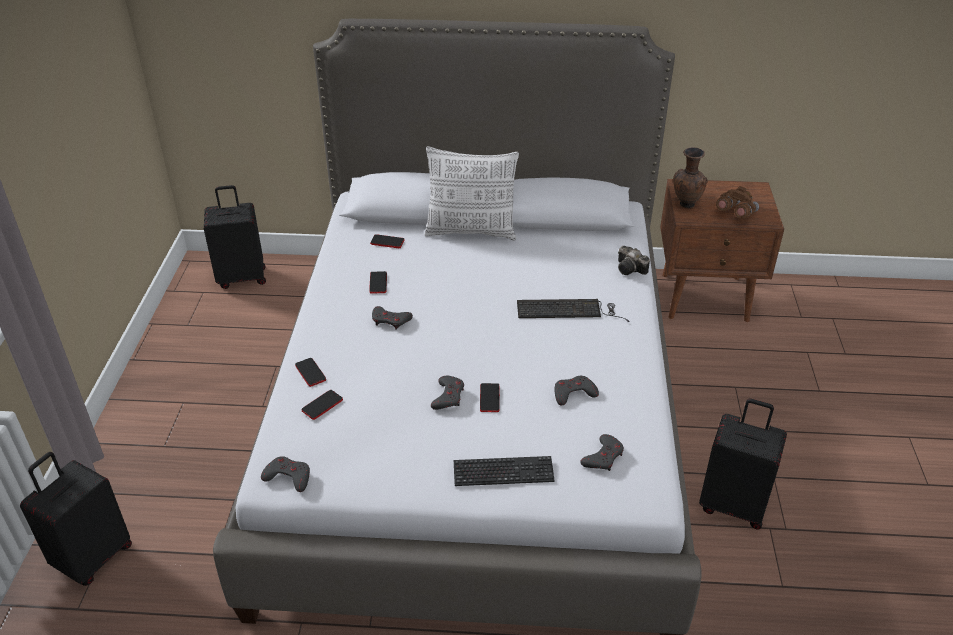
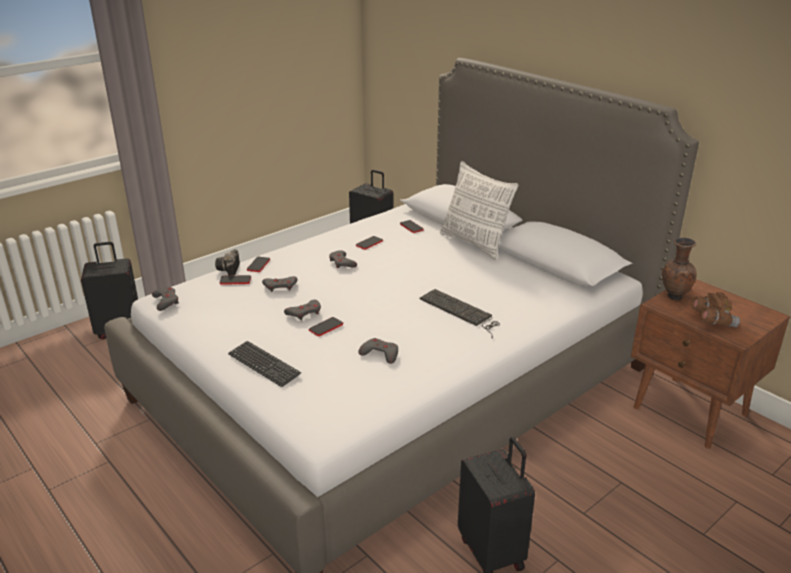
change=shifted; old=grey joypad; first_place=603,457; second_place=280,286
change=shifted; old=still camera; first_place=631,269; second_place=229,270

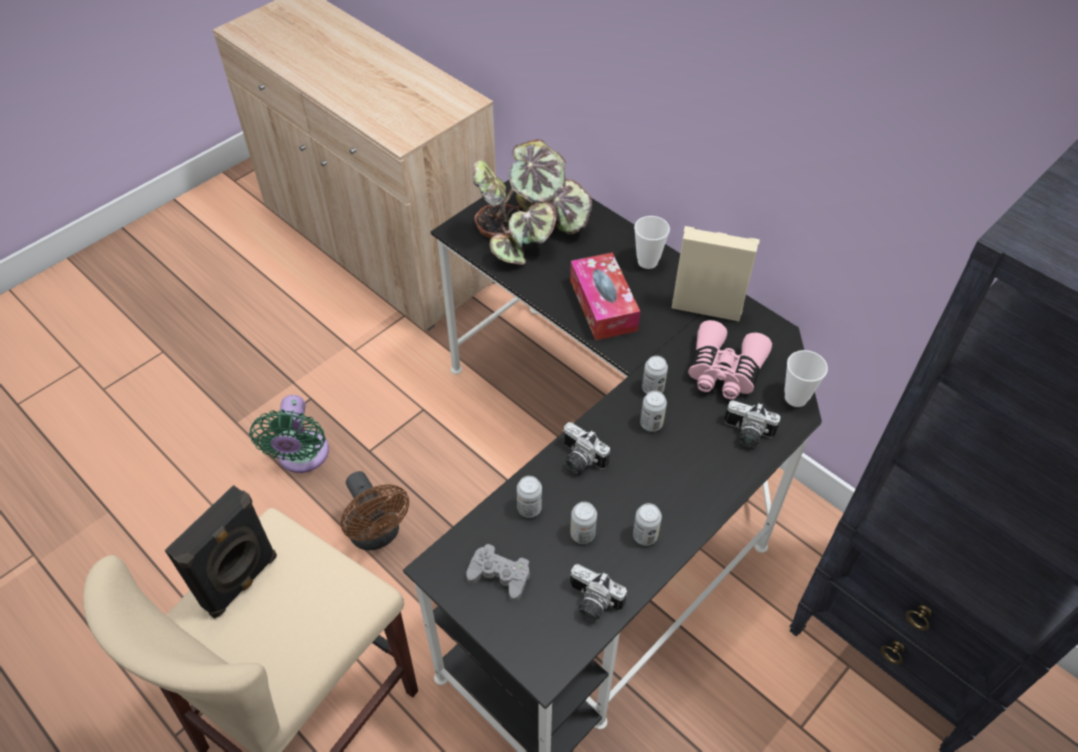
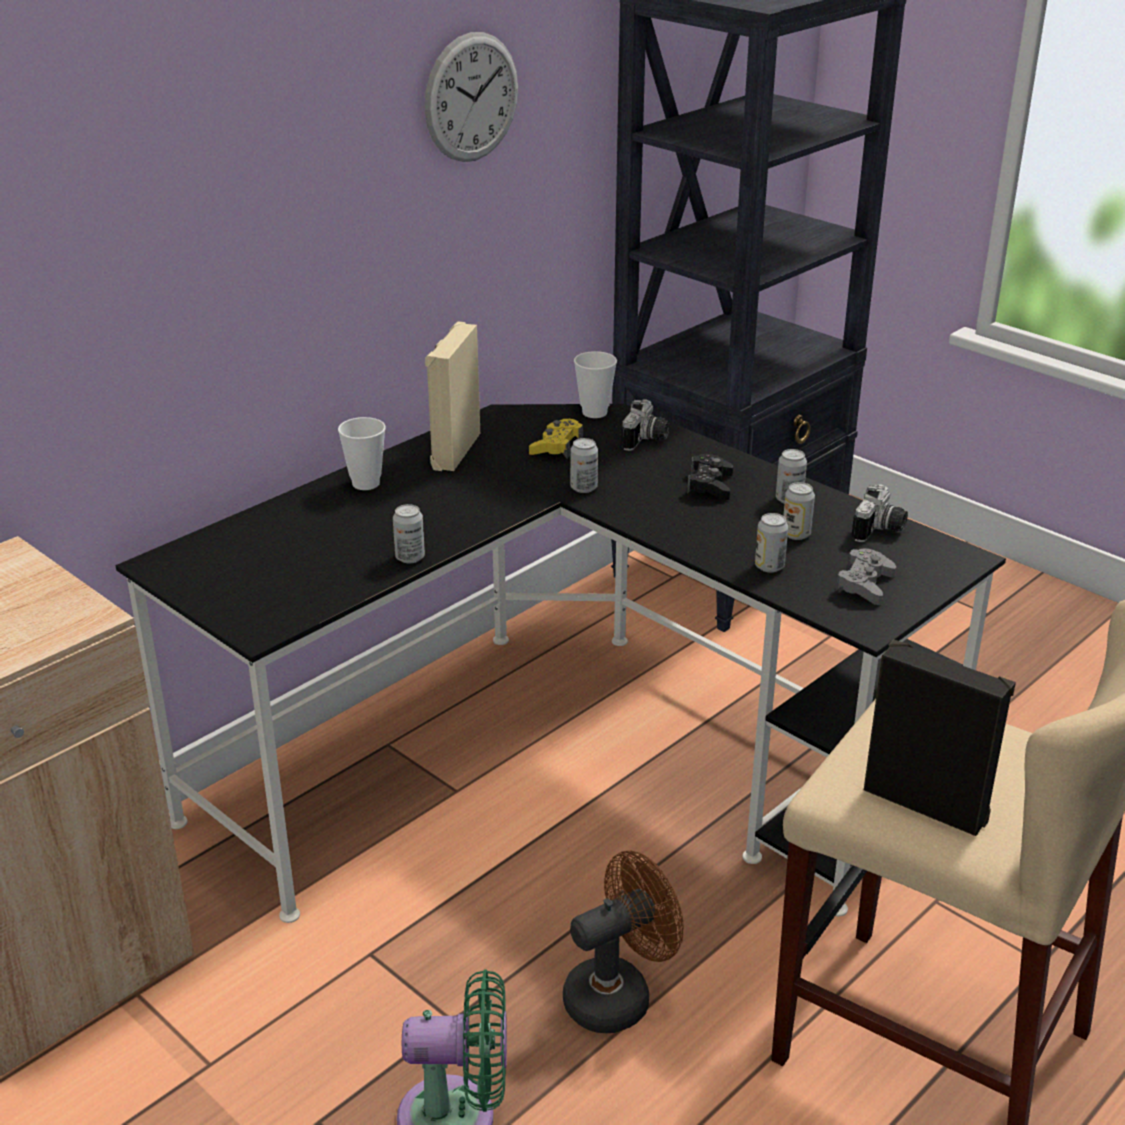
change=gone; old=plant in a pot; first_place=528,232
change=gone; old=still camera; first_place=579,460
change=gone; old=tissue holder; first_place=603,305
change=new; new=wall clock; second_place=472,97
change=new; new=blackish joypad; second_place=710,485
change=shifted; old=can; first_place=651,423; second_place=410,557
change=swapped; old=pink binoculars; new=yellow-coloured joypad; first_place=724,371; second_place=556,446

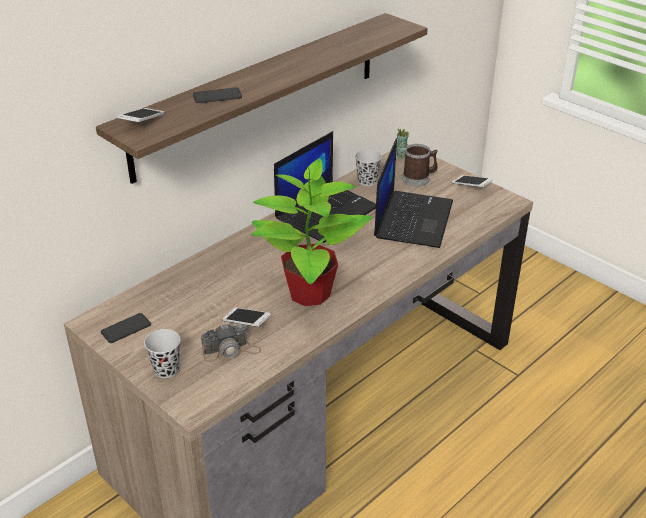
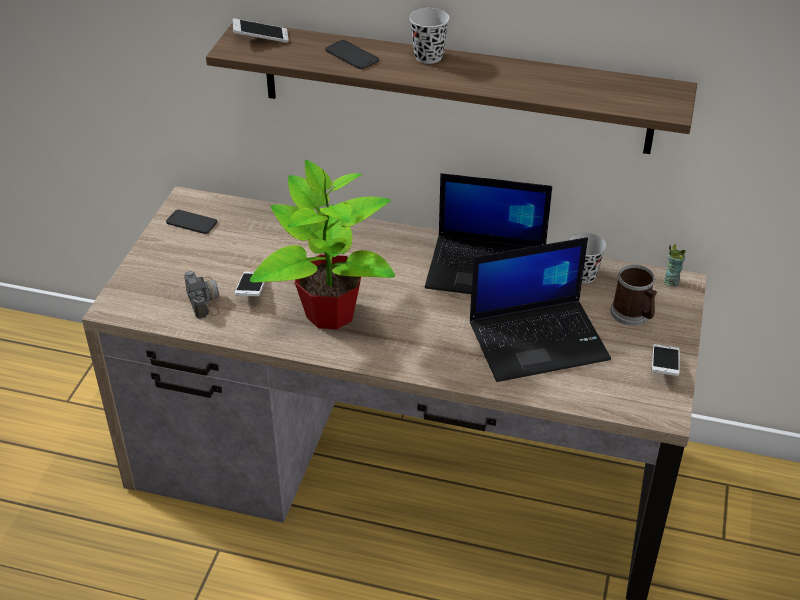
change=shifted; old=blackish cup; first_place=166,369; second_place=428,56
change=rotated; old=still camera; first_place=231,350; second_place=204,297; degrees=-150

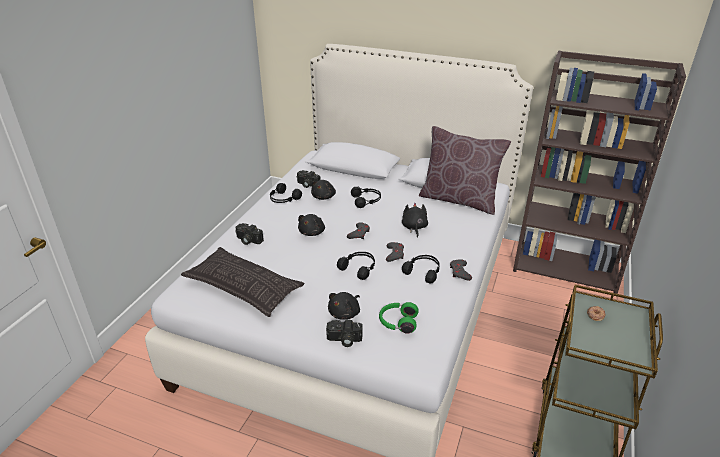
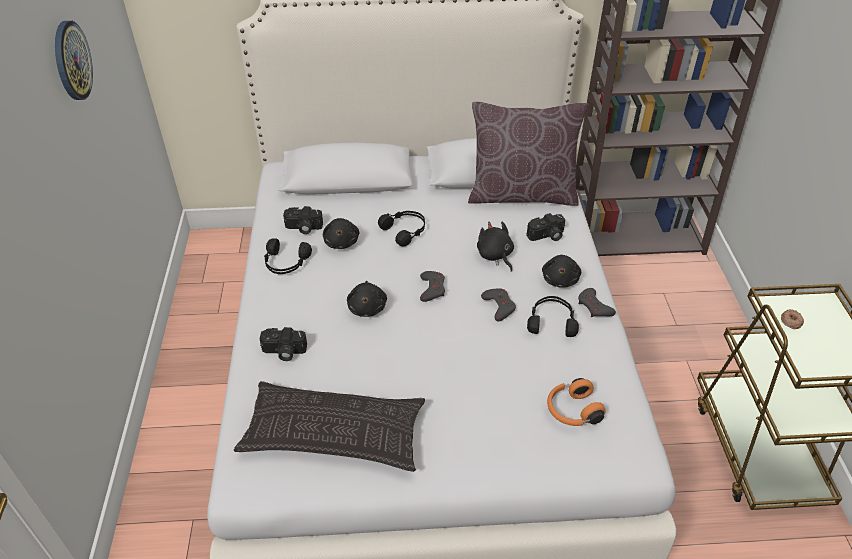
change=gone; old=blackish headset; first_place=359,268
change=new; new=wall clock; second_place=71,60
change=shifted; old=still camera; first_place=344,340; second_place=546,236
change=shifted; old=blackish cuddly toy; first_place=345,313; second_place=560,279
change=repainted; old=greenish headset; new=orange-coloured headset; first_place=397,323; second_place=572,411

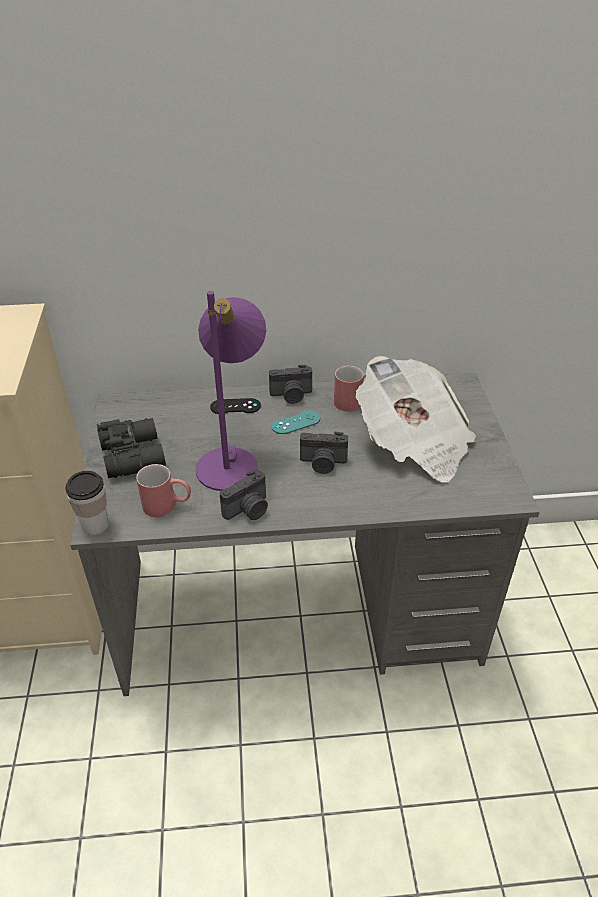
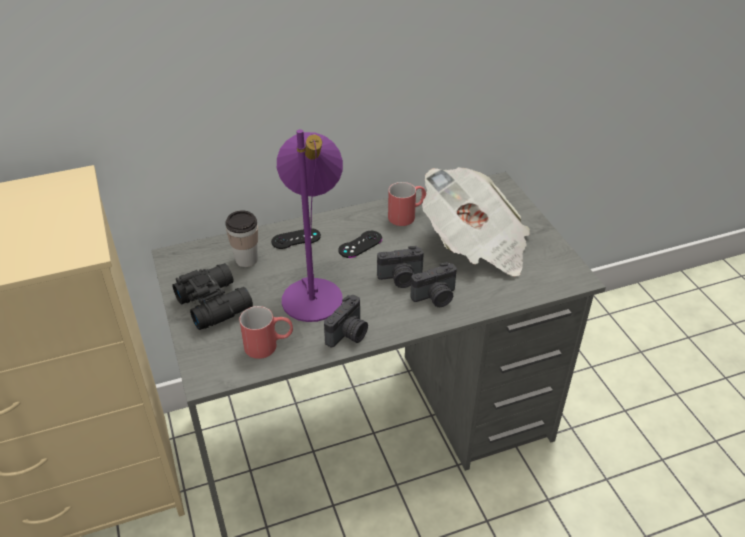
change=shifted; old=cup; first_place=95,525; second_place=246,259
change=shifted; old=still camera; first_place=291,395; second_place=435,297
change=repainted; old=blue-green joypad; new=blackish joypad; first_place=296,422; second_place=360,244

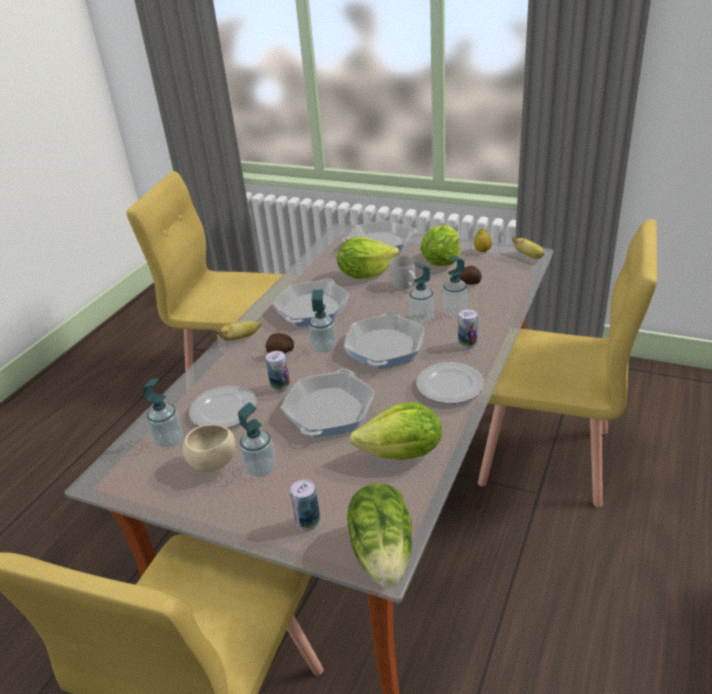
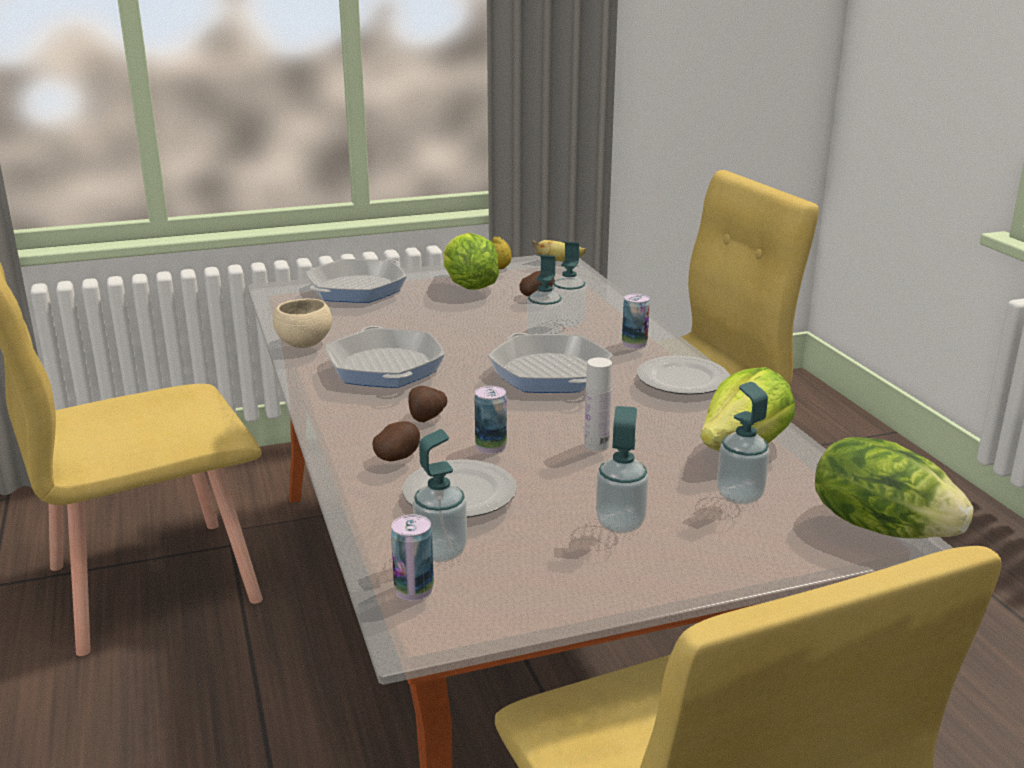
change=gone; old=banana fruit; first_place=241,338
change=gone; old=lettuce; first_place=365,274
change=gone; old=white mug; first_place=406,286
change=new; new=potato; second_place=398,457
change=shifted; old=beige-coloured bowl; first_place=213,463; second_place=305,343
change=shifted; old=can; first_place=308,522; second_place=414,590
change=shifted; old=soap bottle; first_place=324,347; second_place=739,495
change=swapped; old=skillet; new=white drink bottle; first_place=329,411; second_place=596,445

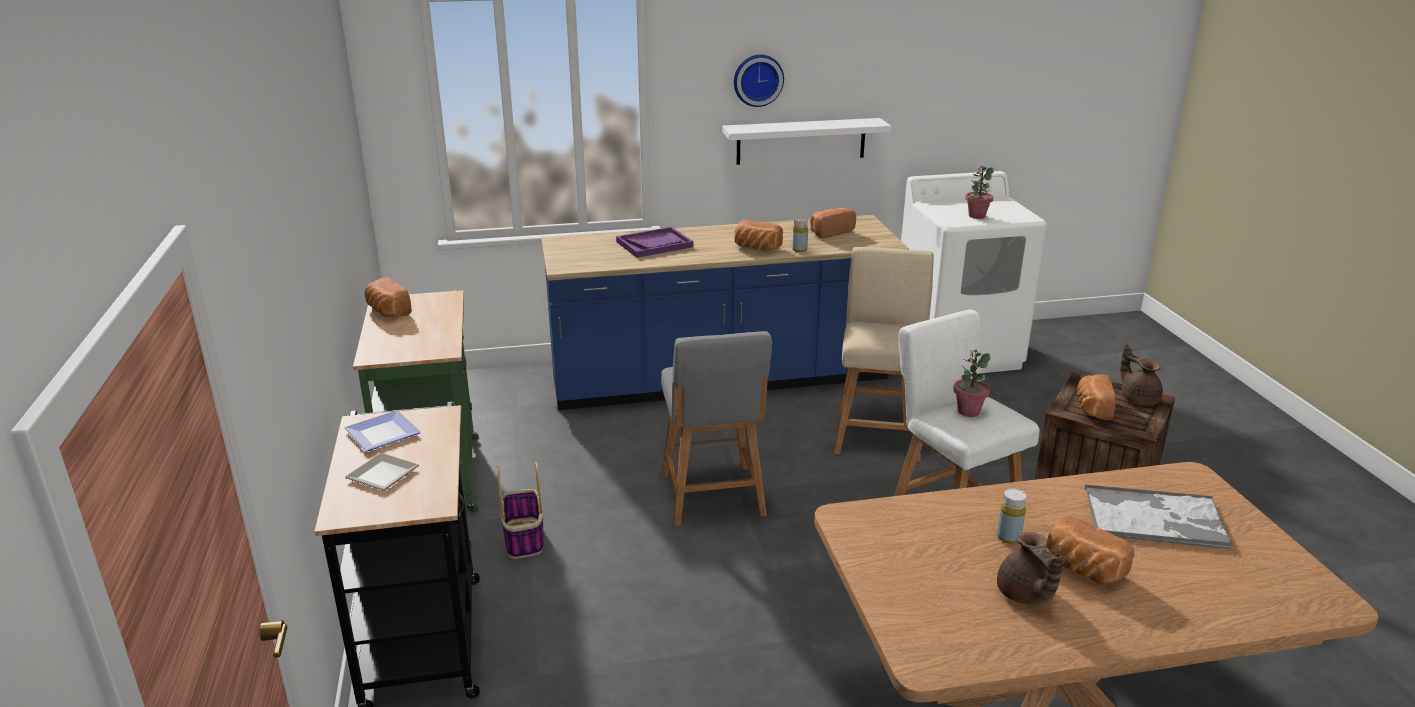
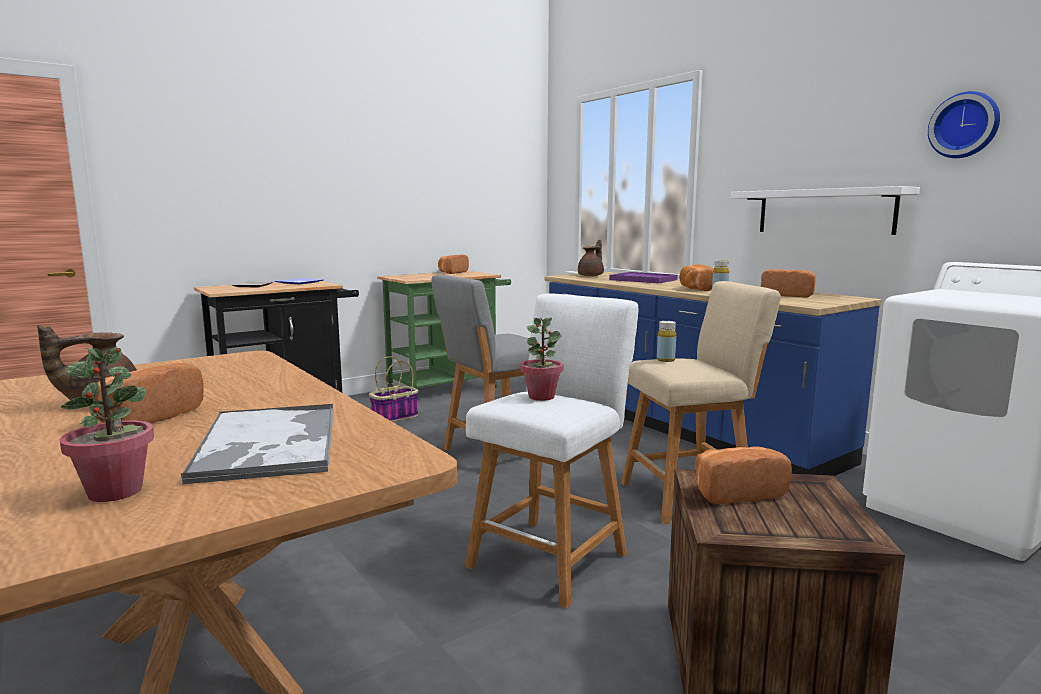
change=shifted; old=wall clock; first_place=757,79; second_place=965,125
change=shifted; old=plant in a pot; first_place=976,216; second_place=116,491
change=shifted; old=yellow-coloured drink bottle; first_place=1008,537; second_place=665,360
change=shifted; old=brown-coloured pot for tea; first_place=1138,398; second_place=591,276

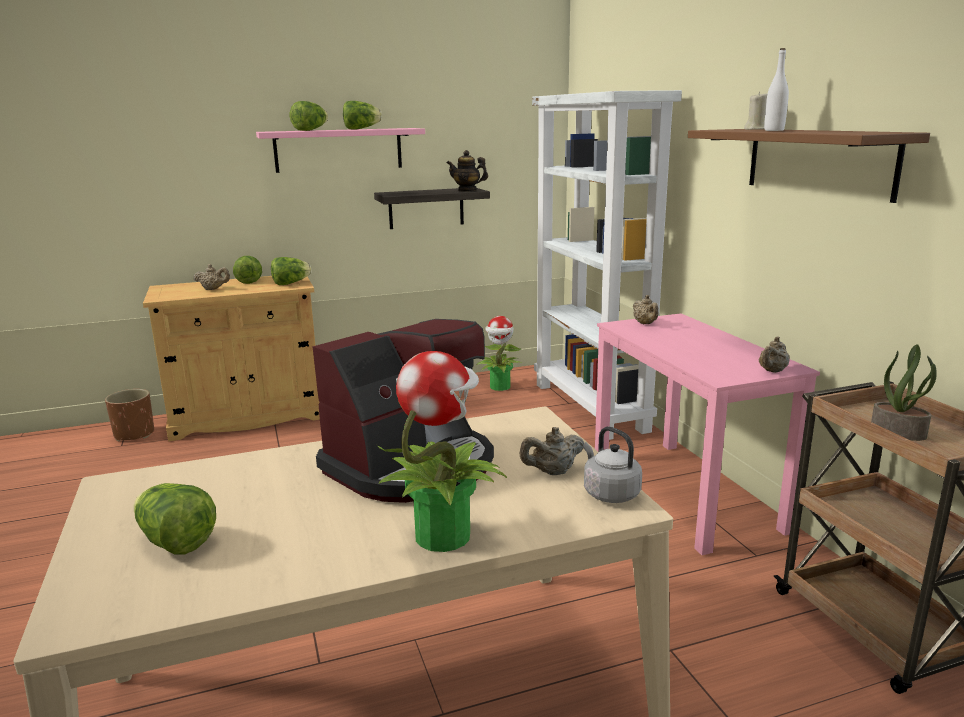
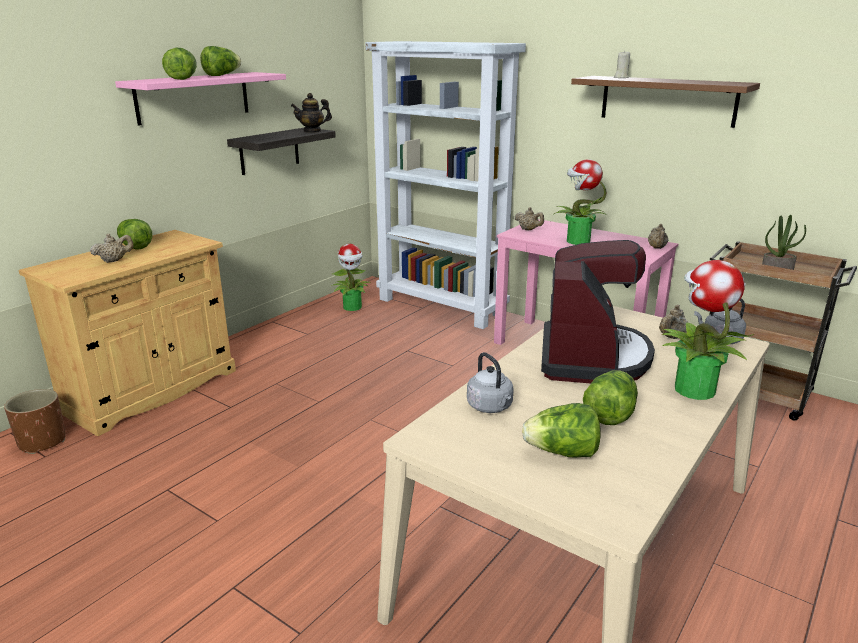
change=gone; old=white drink bottle; first_place=774,130
change=new; new=grey water kettle; second_place=491,407
change=new; new=plant in a pot; second_place=577,241
change=shifted; old=lettuce; first_place=290,283; second_place=610,414

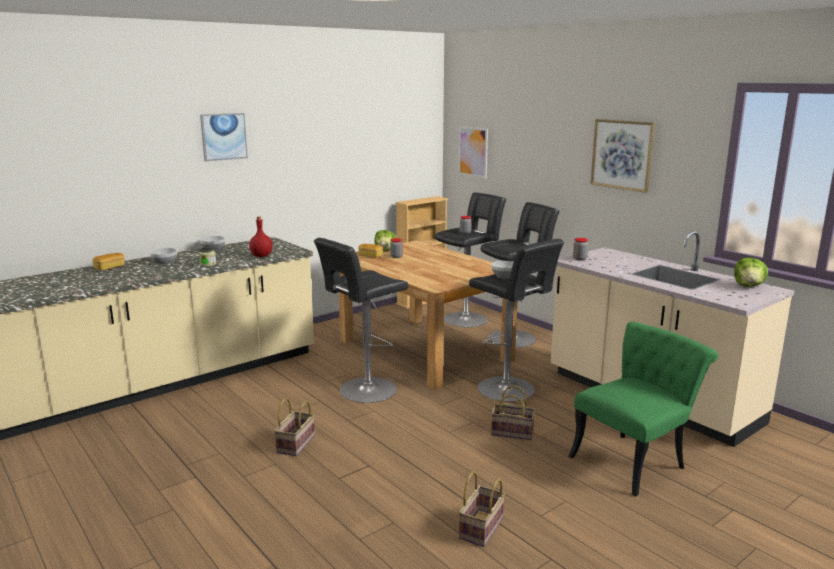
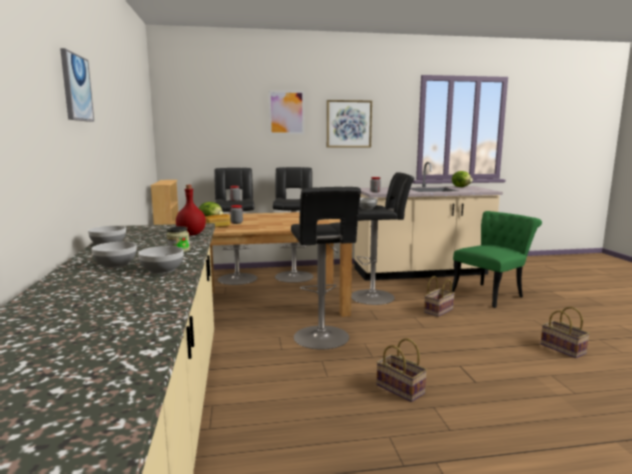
change=gone; old=bread; first_place=109,268
change=new; new=bowl; second_place=163,270
change=shifted; old=picture; first_place=472,152; second_place=286,112
change=rotated; old=greenish plain chair; first_place=634,459; second_place=491,294; degrees=60

